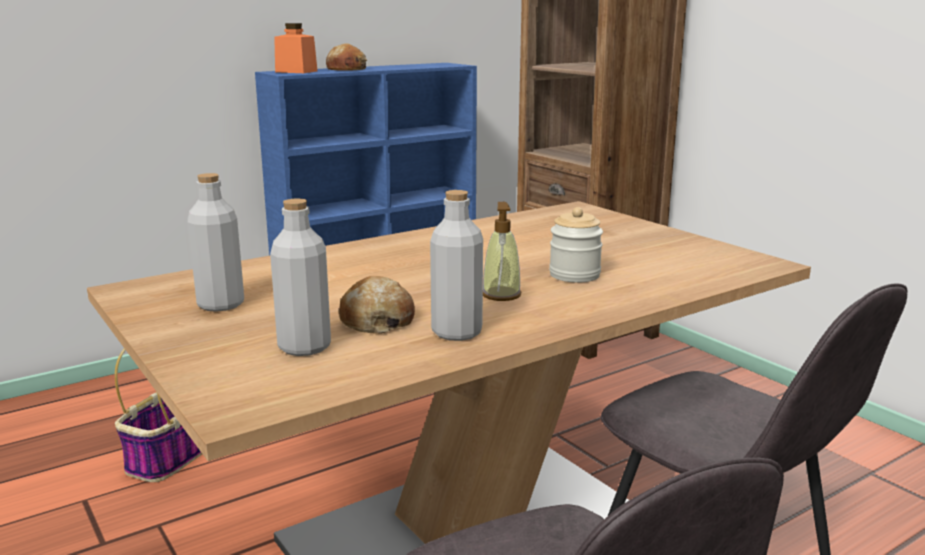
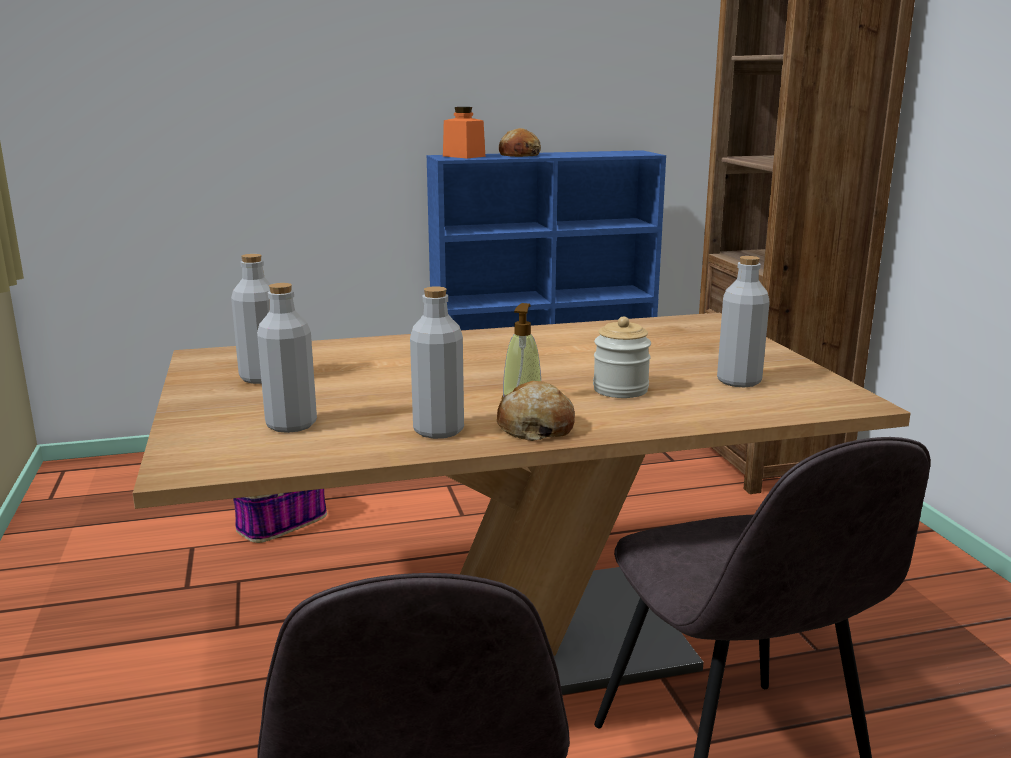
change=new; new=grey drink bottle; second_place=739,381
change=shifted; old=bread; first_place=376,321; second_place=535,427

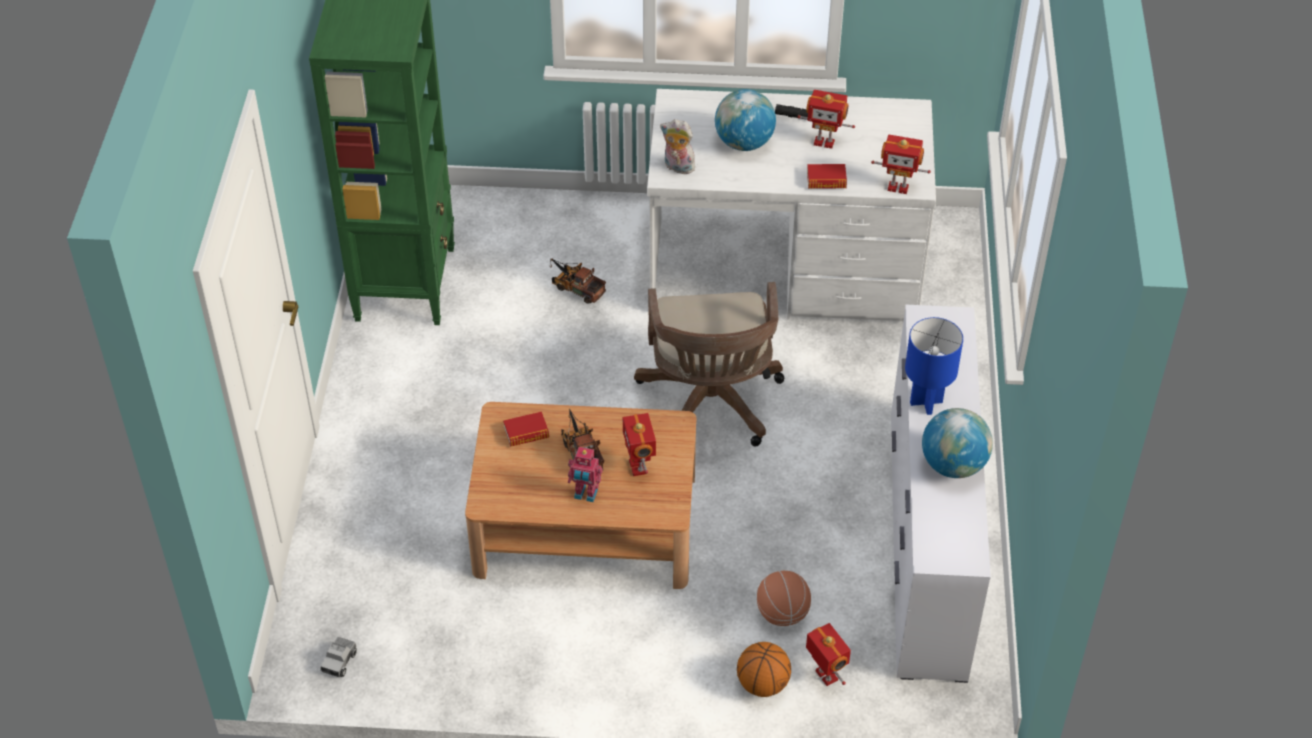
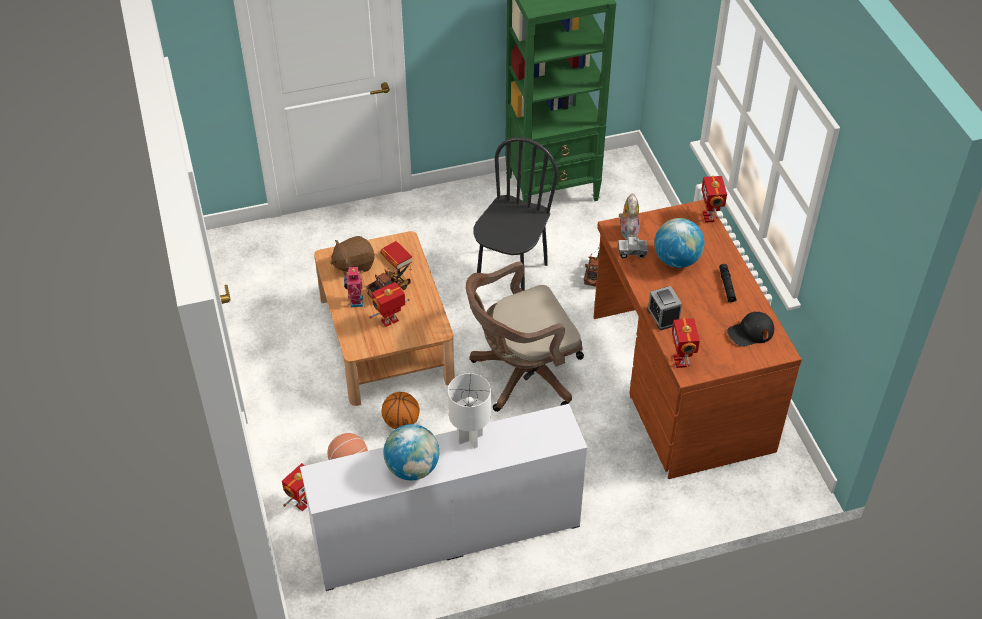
change=new; new=brown-coloured cuddly toy; second_place=353,265
change=new; new=blackish plain chair; second_place=511,274
change=new; new=blackish baseball cap; second_place=750,332
change=shifted; old=toy truck; first_place=339,661; second_place=632,252
change=shifted; old=ball for basketball; first_place=763,684; second_place=401,422
change=shifted; old=toy robot; first_place=824,142; second_place=709,217
change=swapped; old=book; new=alarm clock; first_place=826,180; second_place=663,316
change=repainted; old=white desk; new=brown-coloured desk; first_place=785,271; second_place=679,383
change=repainted; old=blue tabletop lamp; new=white tabletop lamp; first_place=925,402; second_place=470,438

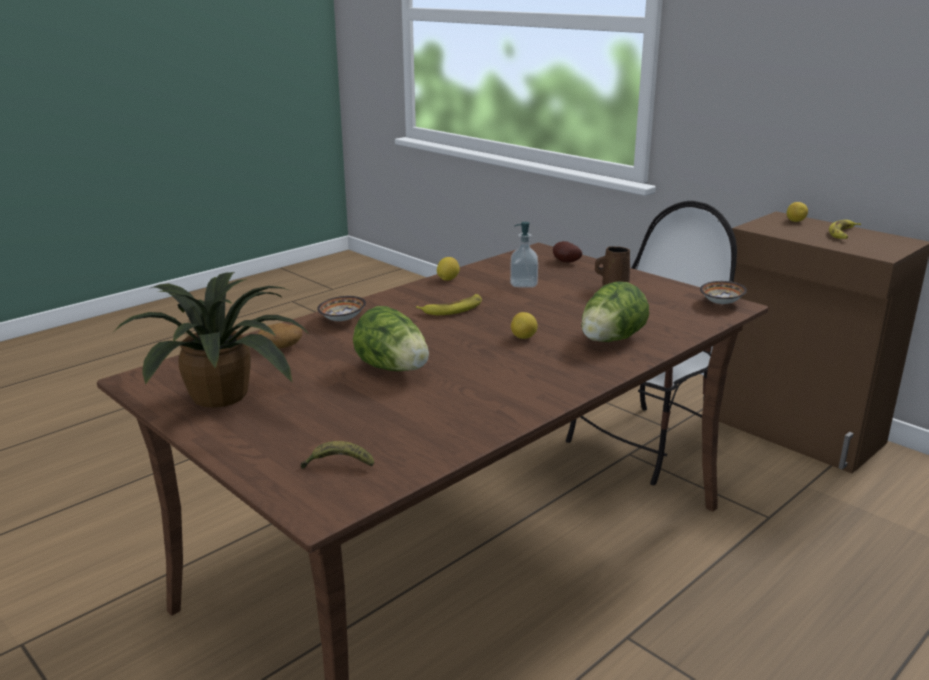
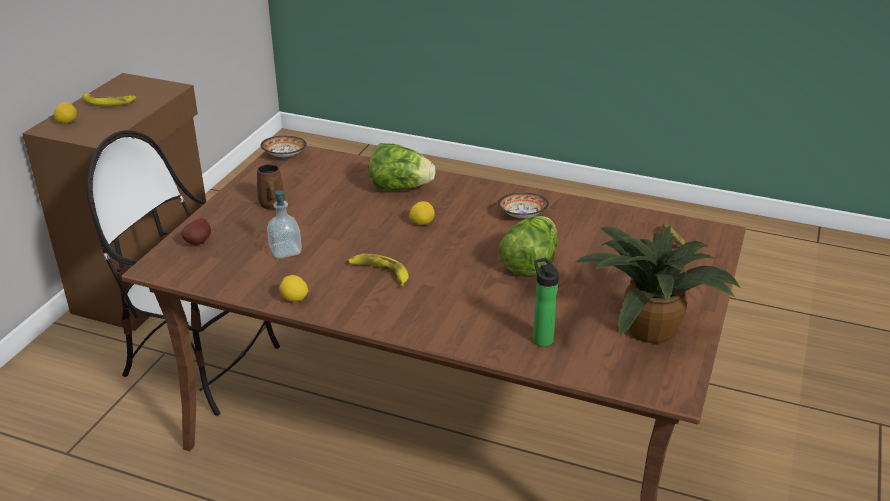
change=shifted; old=bowl; first_place=344,319; second_place=521,215
change=swapped; old=potato; new=drink bottle; first_place=281,347; second_place=541,338

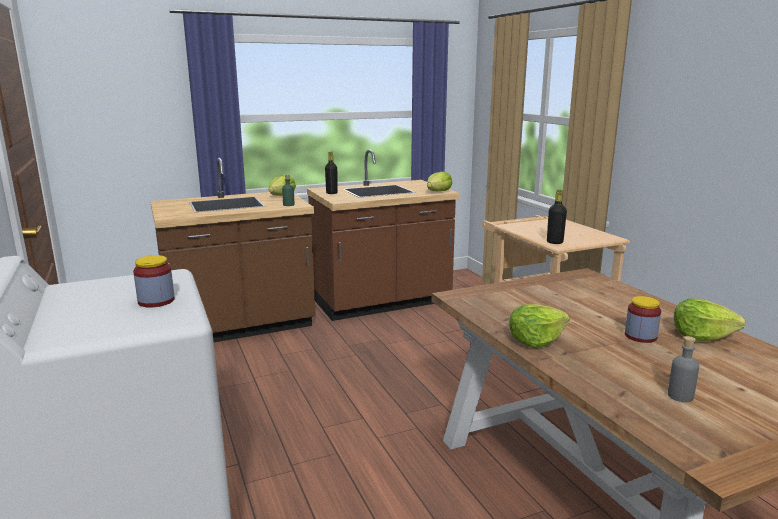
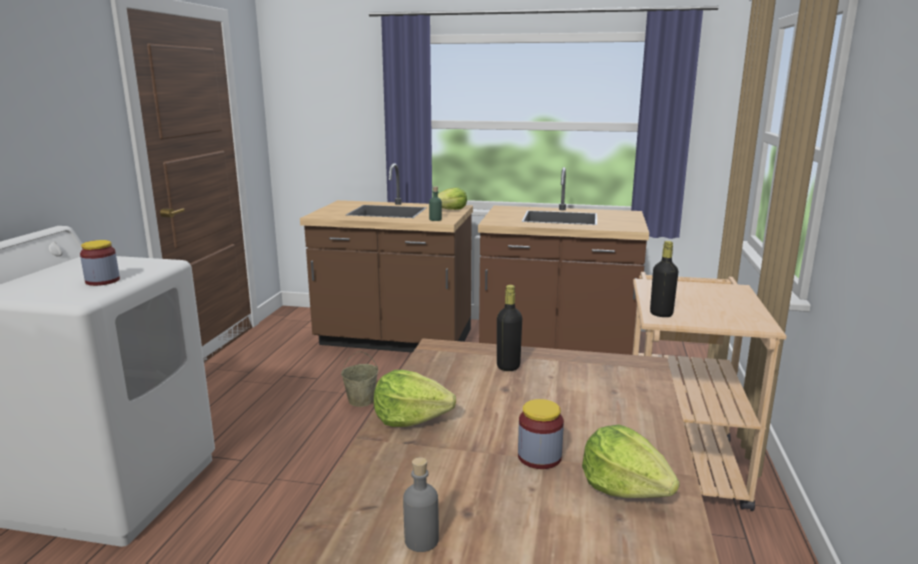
change=gone; old=lettuce; first_place=438,192
change=new; new=beige-coloured pail; second_place=361,400
change=shifted; old=blackish drink bottle; first_place=331,193; second_place=508,366

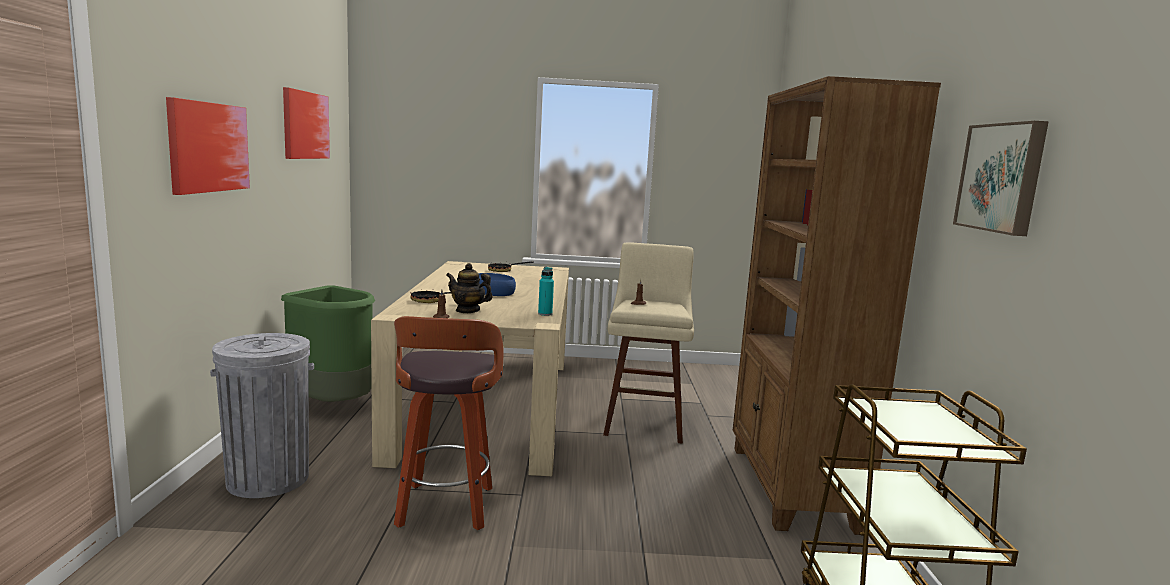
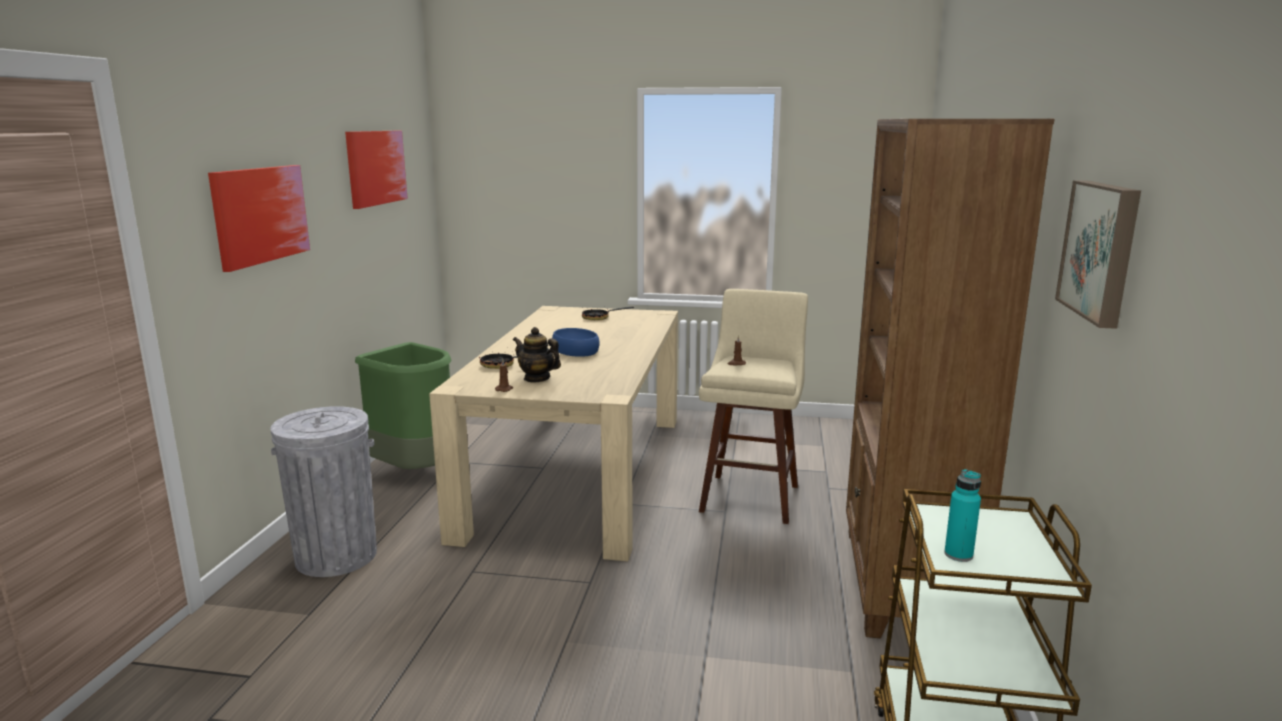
change=gone; old=stool seat; first_place=445,509
change=shifted; old=blue-green drink bottle; first_place=545,314; second_place=958,555

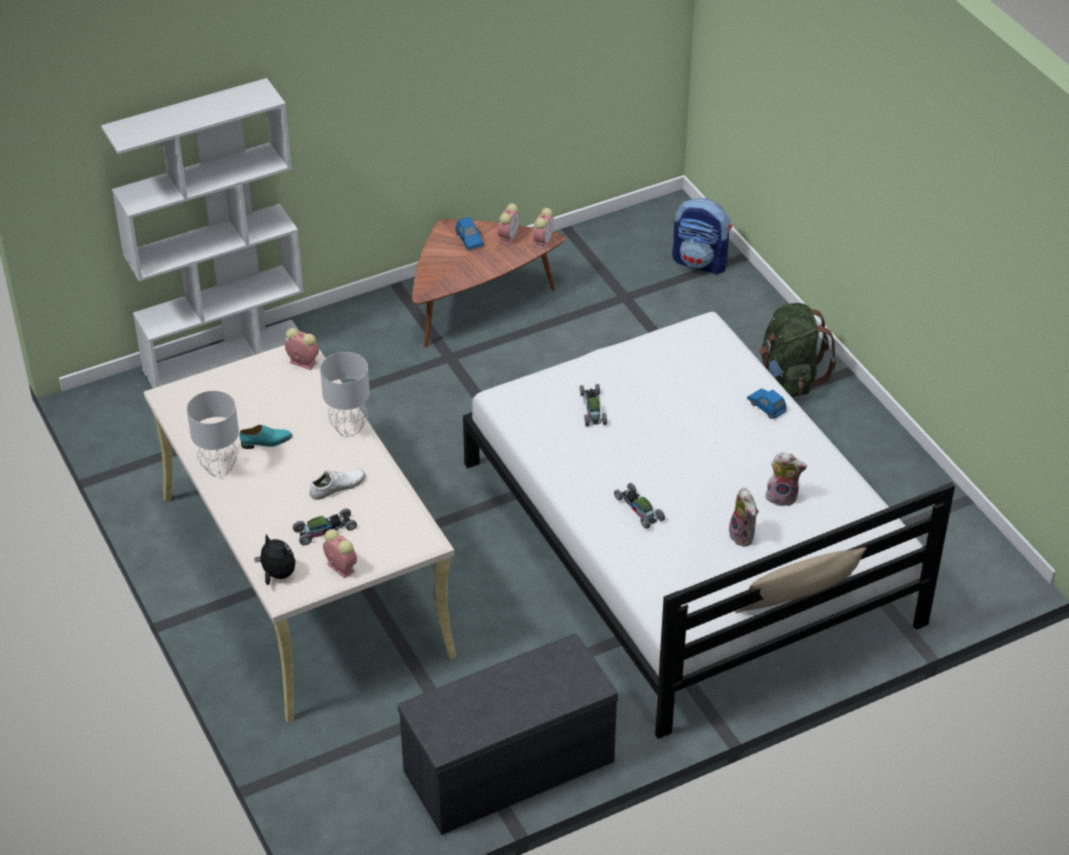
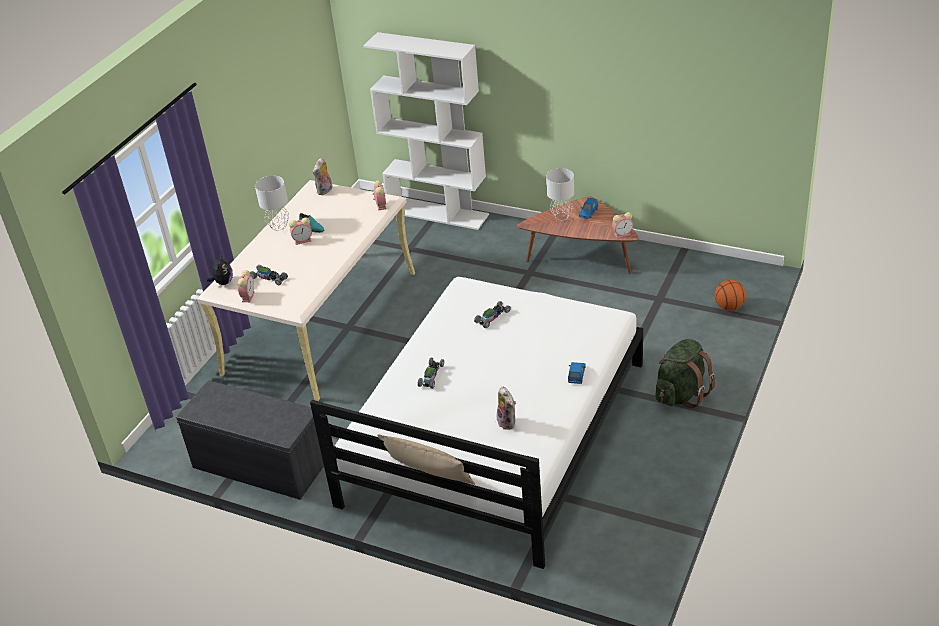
change=gone; old=white item of footwear; first_place=337,486
change=shifted; old=grey tabletop lamp; first_place=349,428; second_place=561,216
change=shifted; old=alarm clock; first_place=508,236; second_place=303,240
change=shifted; old=cuddly toy; first_place=744,536; second_place=325,191
change=swapped; old=rucksack; new=ball for basketball; first_place=701,262; second_place=729,307

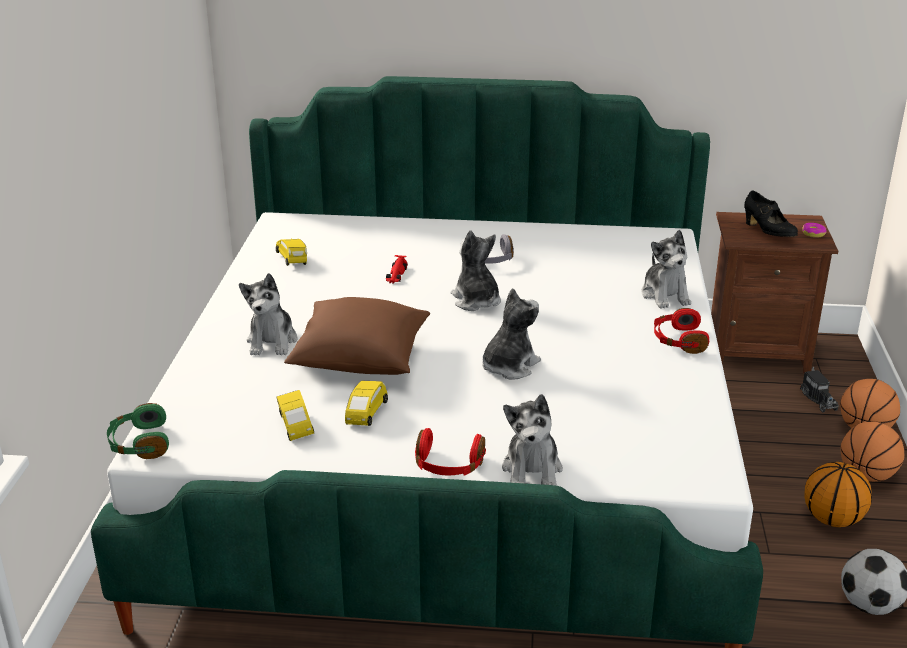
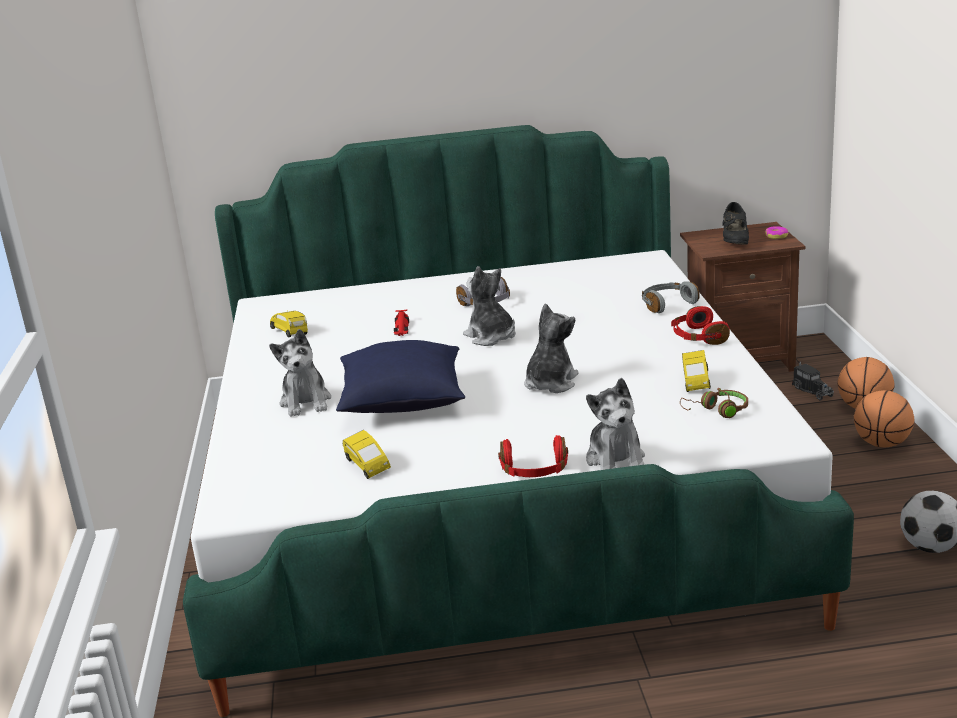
change=gone; old=greenish headset; first_place=139,444
change=gone; old=ball for basketball; first_place=832,519
change=new; new=brown-coloured headset; second_place=717,411
change=shifted; old=yellow-coloured model car; first_place=365,414; second_place=695,382
change=swapped; old=cuddly toy; new=grey headset; first_place=665,295; second_place=667,304
change=repainted; old=brown-coloured pillow; new=blue pillow; first_place=360,359; second_place=402,402
change=rotated; old=blackish item of footwear; first_place=767,232; second_place=735,241; degrees=45

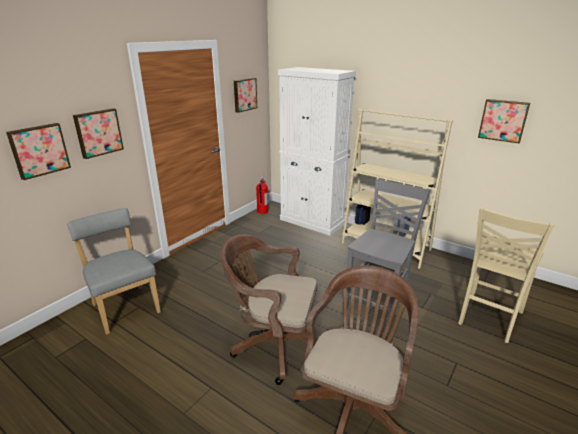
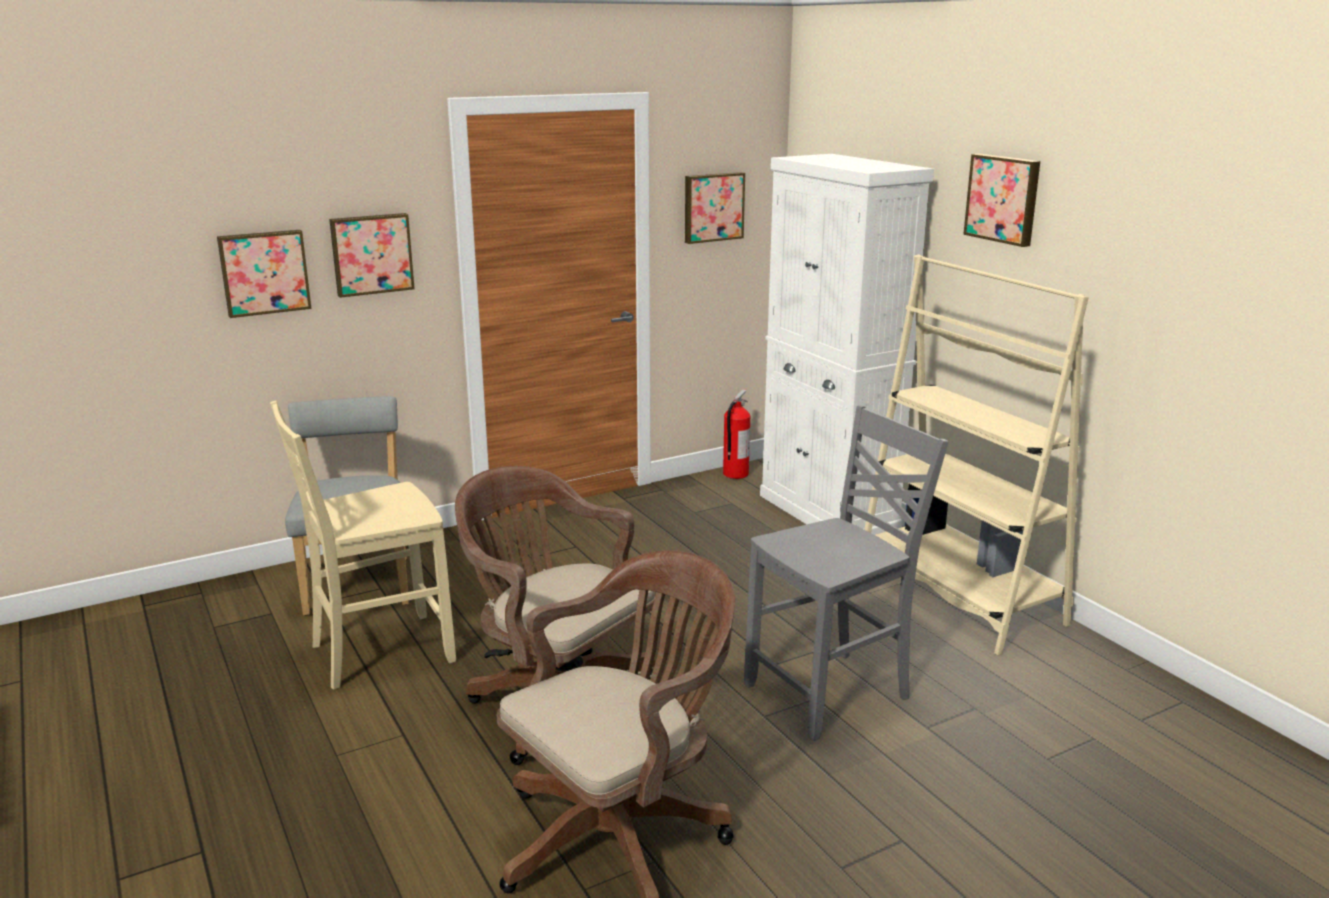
change=shifted; old=beige-coloured plain chair; first_place=488,318; second_place=379,652
change=shifted; old=picture; first_place=503,120; second_place=1004,199

